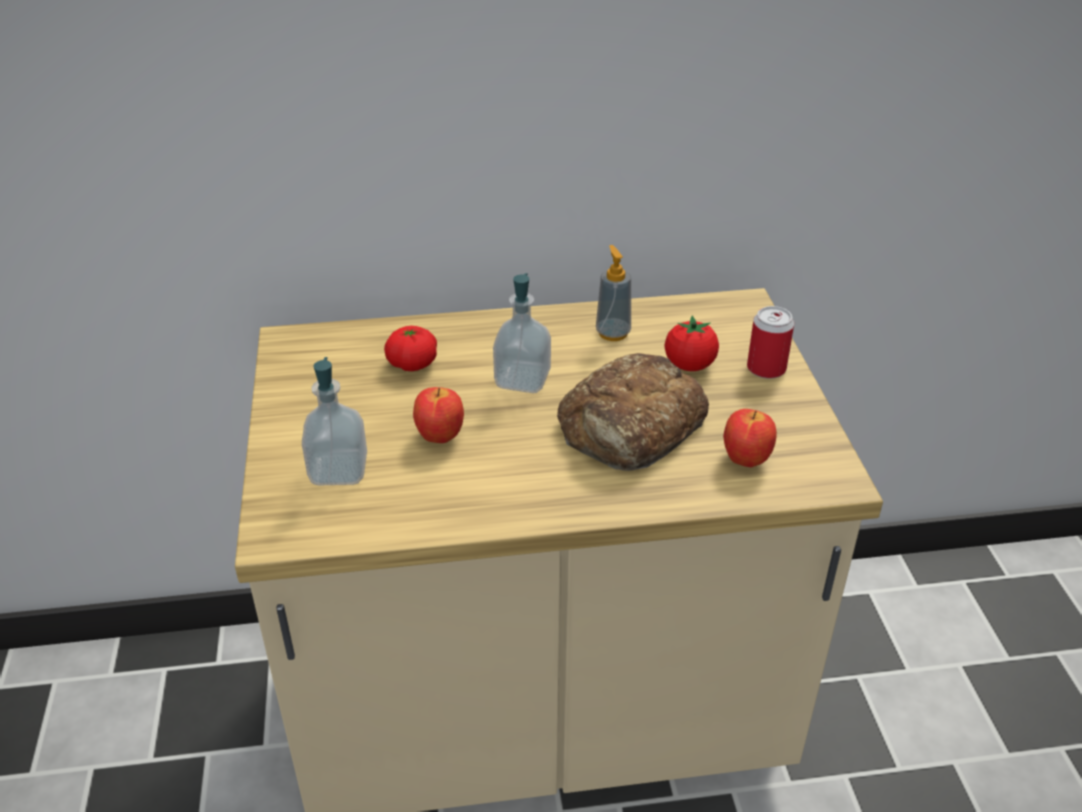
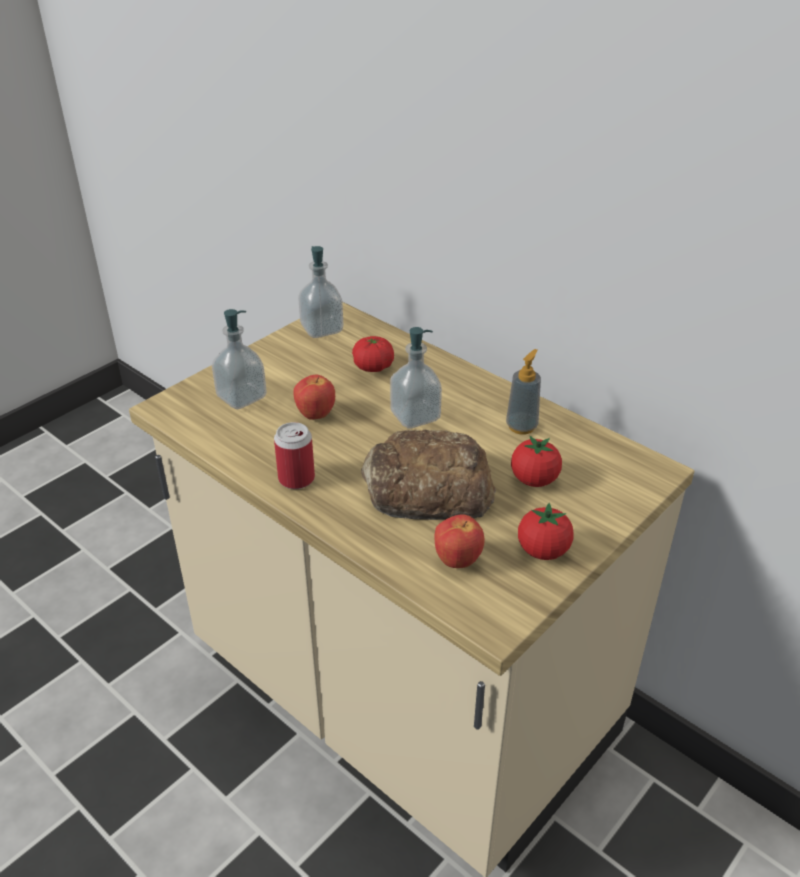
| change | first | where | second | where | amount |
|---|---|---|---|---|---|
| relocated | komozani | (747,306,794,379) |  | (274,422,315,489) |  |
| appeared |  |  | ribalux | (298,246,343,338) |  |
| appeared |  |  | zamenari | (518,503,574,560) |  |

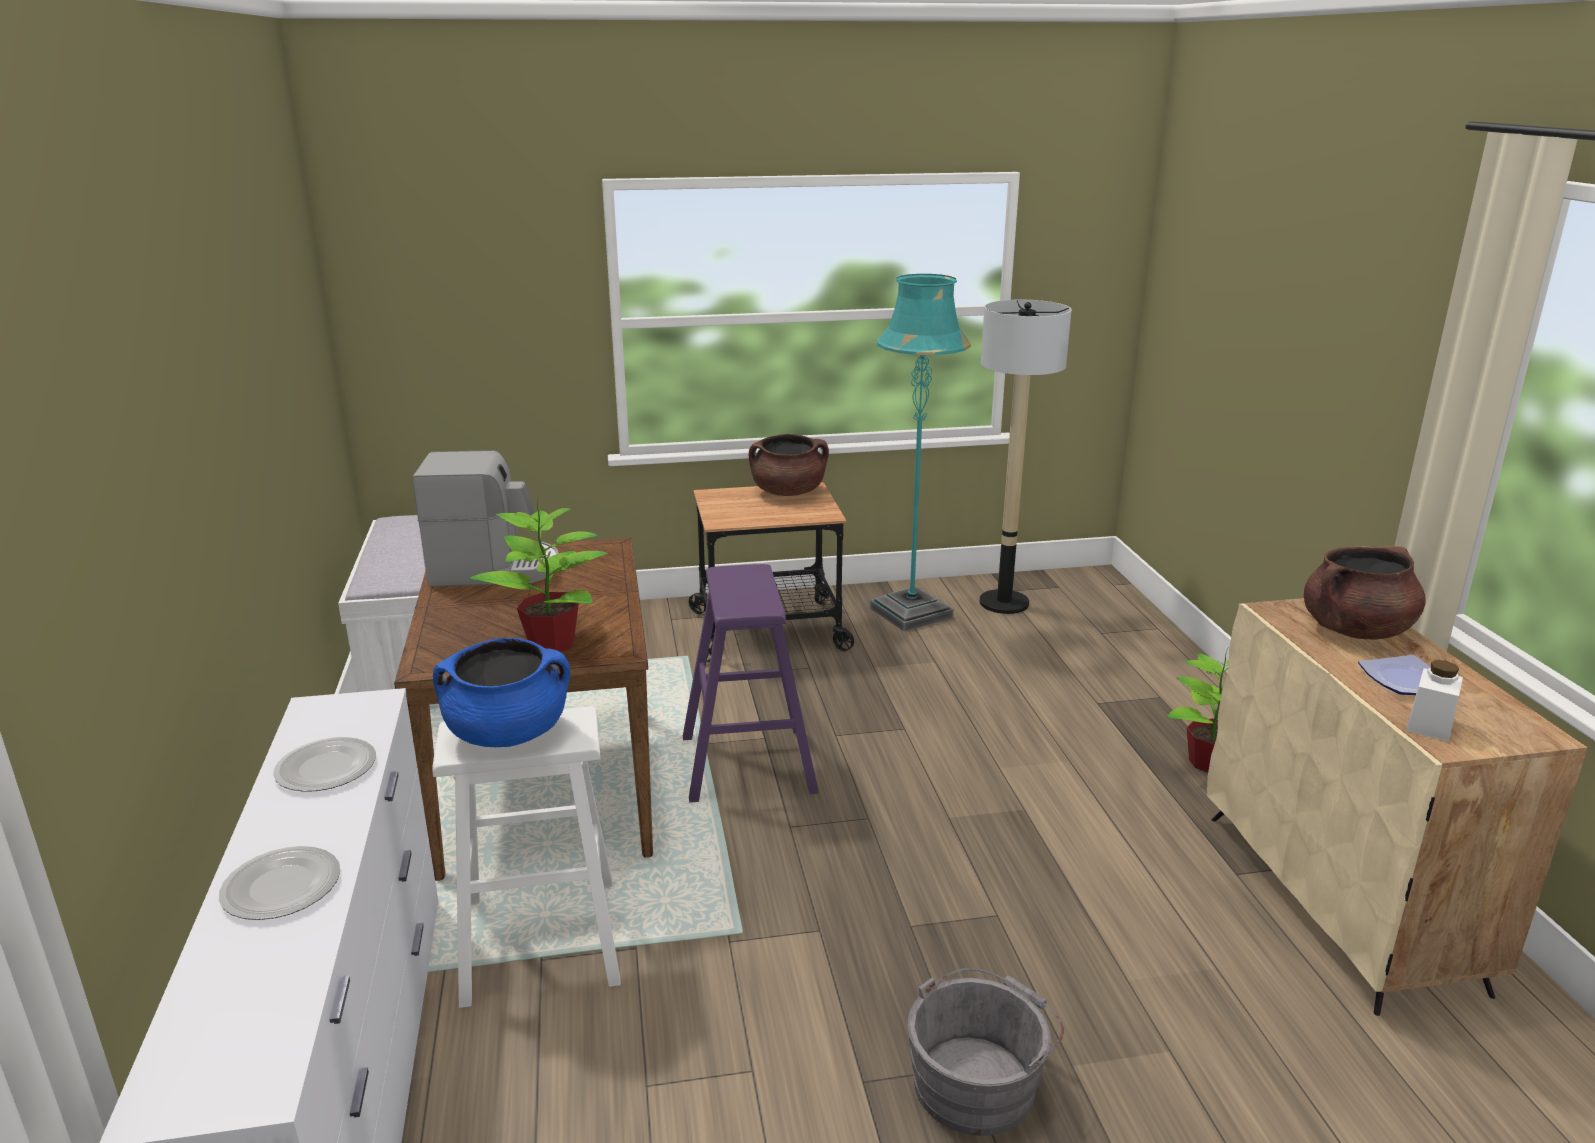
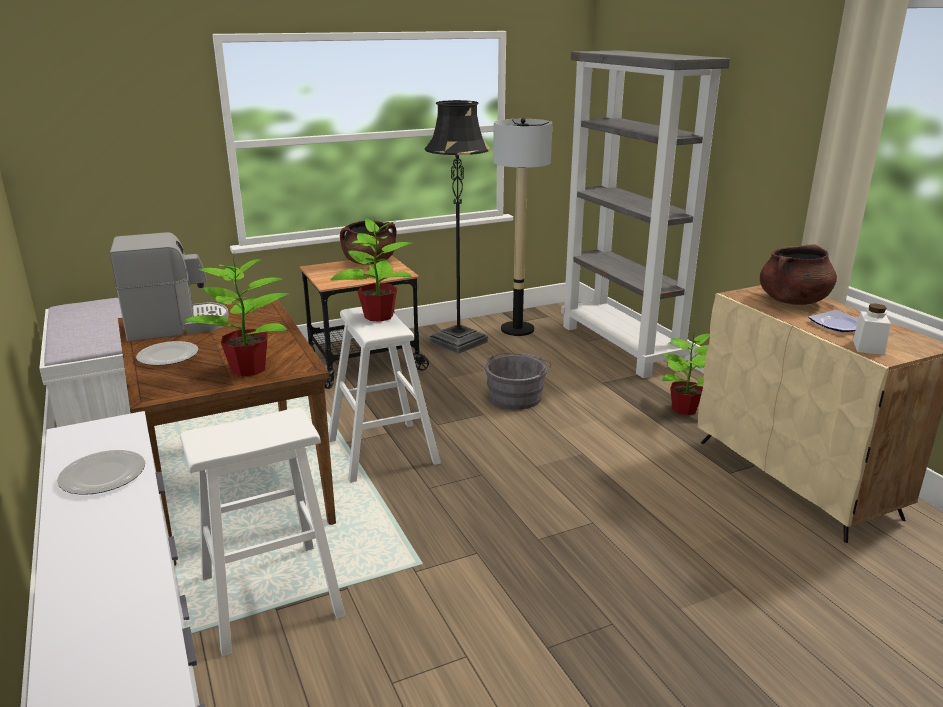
| change | first | where | second | where | amount |
|---|---|---|---|---|---|
| relocated | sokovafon | (219,846,340,920) |  | (136,341,198,366) |  |
| colour | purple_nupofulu | (683,564,819,803) | white_nupofulu | (329,307,441,483) |  |
| appeared |  |  | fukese | (330,216,412,322) |  |
| colour | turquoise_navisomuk | (870,274,971,632) | black_navisomuk | (425,100,491,354) |  |
| relocated | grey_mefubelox | (907,968,1064,1136) |  | (485,352,551,410) |  |
| appeared |  |  | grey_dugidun | (561,50,730,378) |  |
| missing | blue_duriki | (433,637,570,747) |  |  |  |

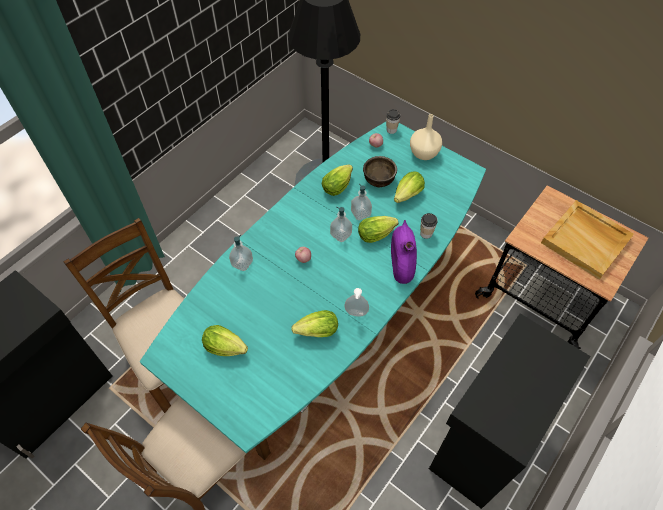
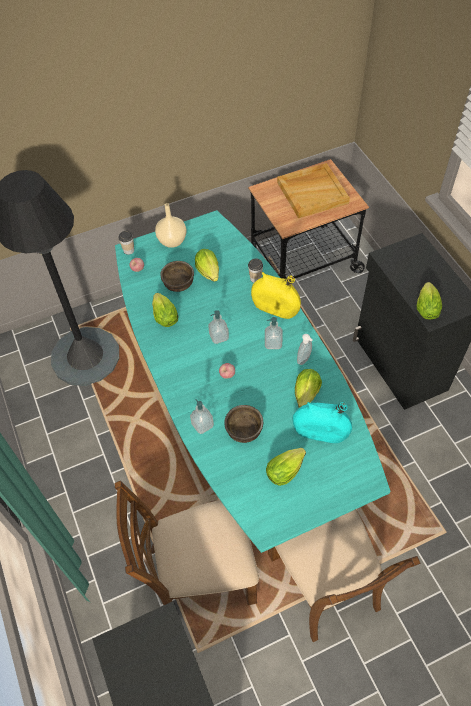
| change | first | where | second | where | amount |
|---|---|---|---|---|---|
| appeared |  |  | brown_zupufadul | (224,405,263,443) |  |
| colour | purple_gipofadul | (391,220,417,284) | yellow_gipofadul | (251,272,301,319) |  |
| relocated | ribalux | (351,184,372,220) |  | (265,317,283,349) |  |
| appeared |  |  | turquoise_gipofadul | (293,402,352,443) |  |
| relocated | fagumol | (358,216,399,243) |  | (417,282,442,320) |  |

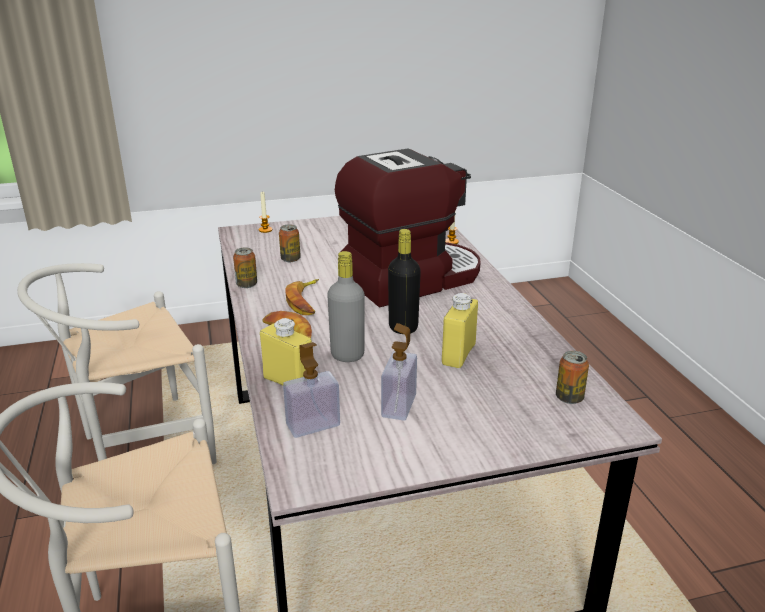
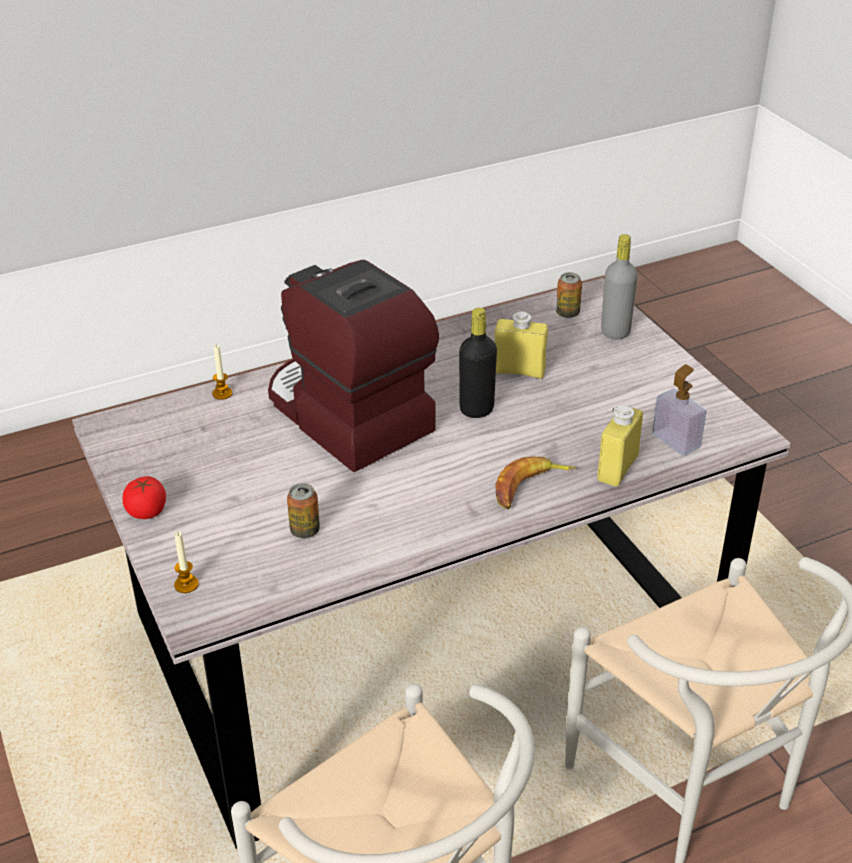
| change | first | where | second | where | amount |
|---|---|---|---|---|---|
| appeared |  |  | zamenari | (122,476,166,519) |  |
| relocated | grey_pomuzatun | (327,251,365,362) |  | (601,234,638,340) |  |
| missing | komozani | (233,247,257,288) |  |  |  |
| missing | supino | (285,279,319,315) |  |  |  |
| missing | ribalux | (381,323,417,421) |  |  |  |

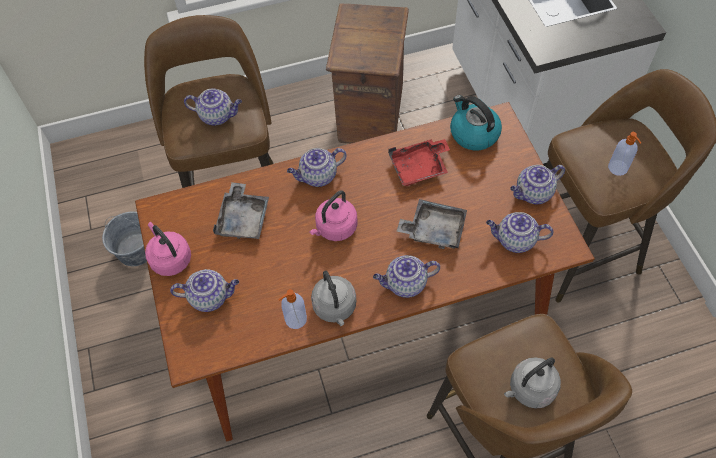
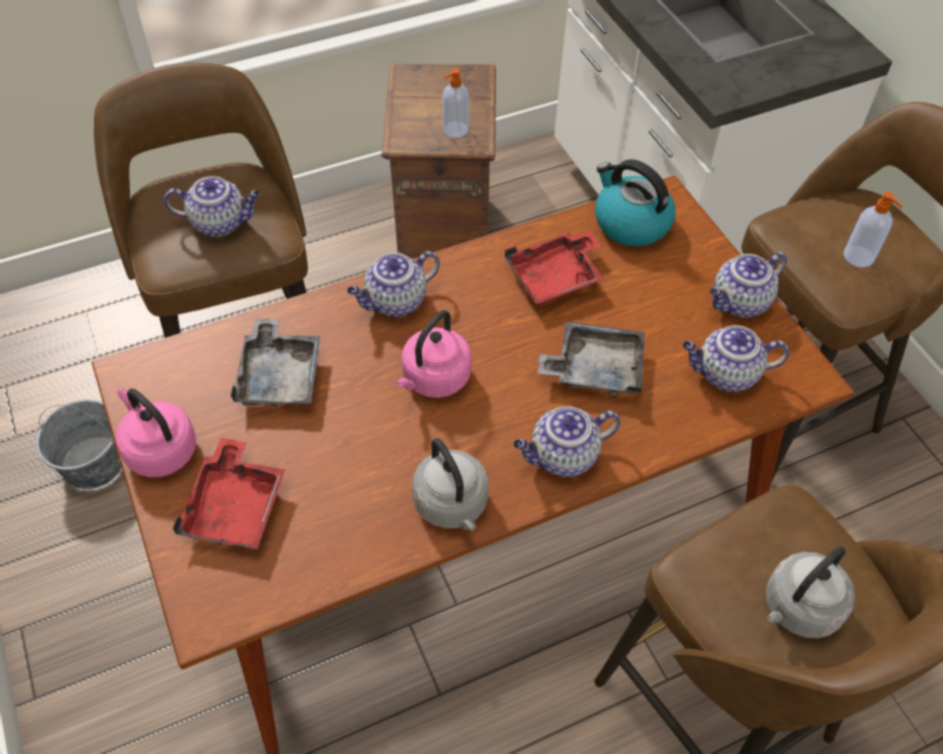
| change | first | where | second | where | amount |
|---|---|---|---|---|---|
| exchanged | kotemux | (170,269,239,312) | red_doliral | (172,438,285,549) |  |
| relocated | ribalux | (278,289,307,329) |  | (443,68,469,138) |  |

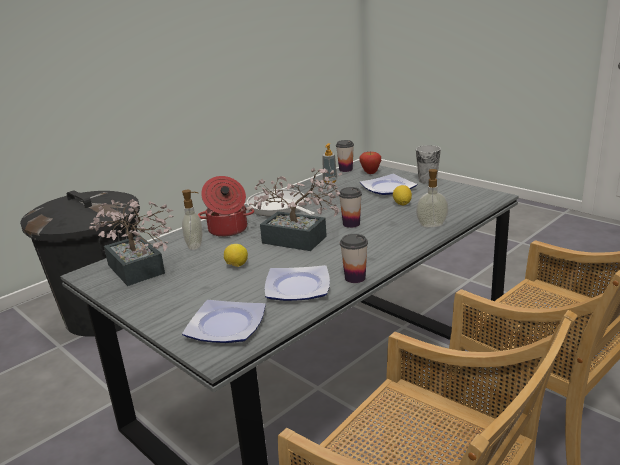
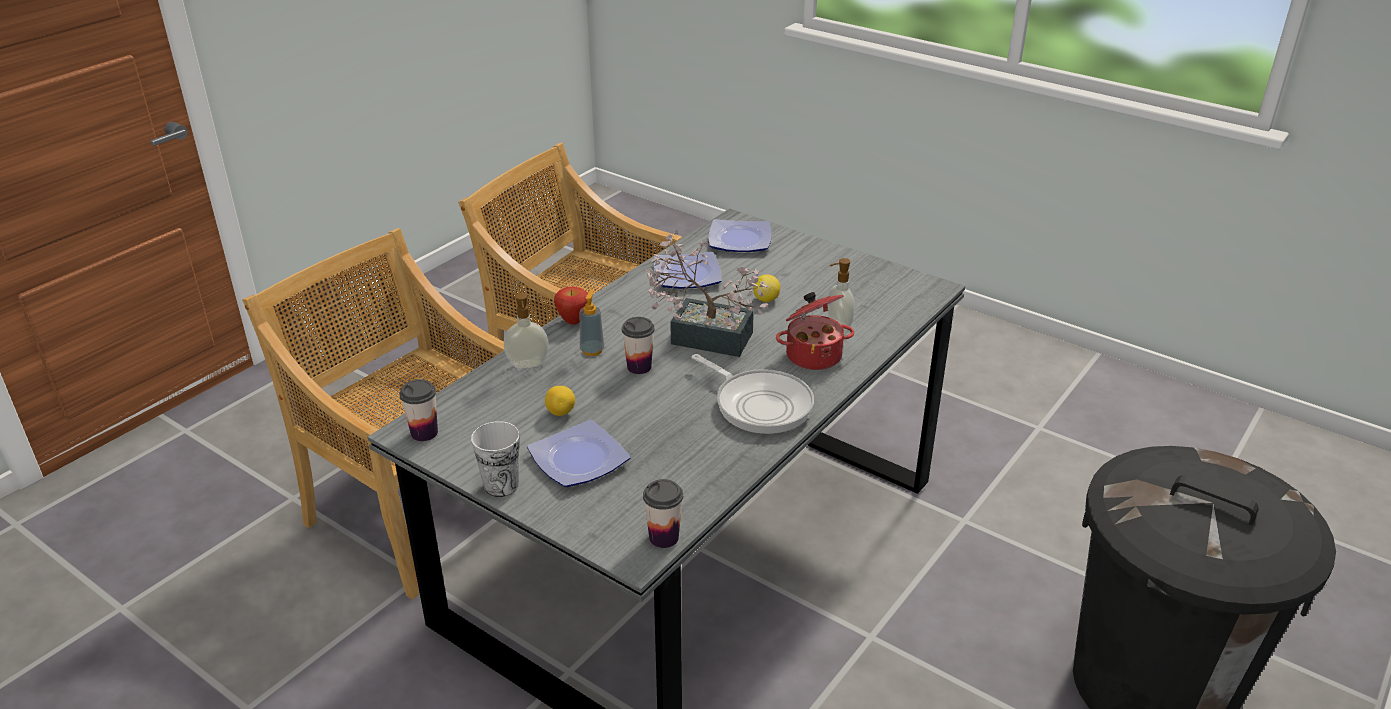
| change | first | where | second | where | amount |
|---|---|---|---|---|---|
| relocated | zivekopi | (340,234,368,283) |  | (399,379,438,441) |  |
| relocated | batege | (359,151,381,174) |  | (554,287,588,325) |  |
| relocated | ribalux | (323,143,337,183) |  | (580,289,604,356) |  |
| missing | fukese | (89,199,173,286) |  |  |  |

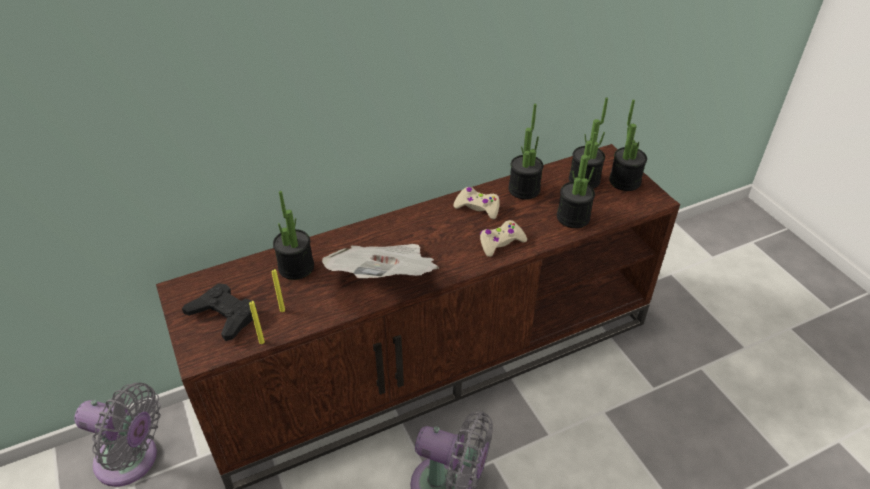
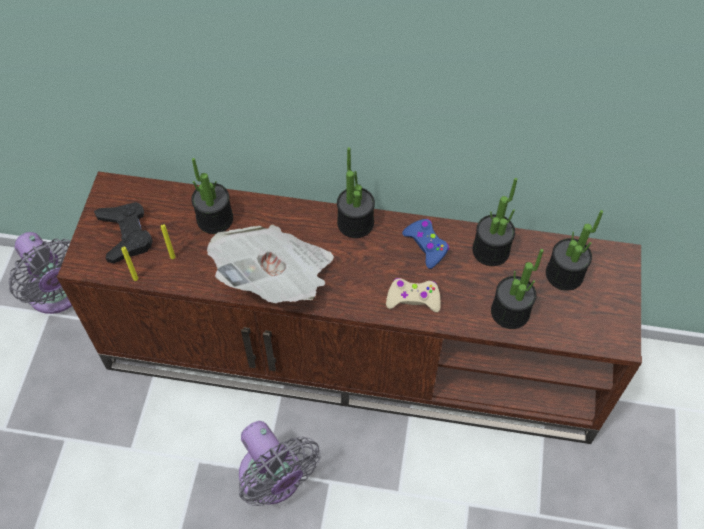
| change | first | where | second | where | amount |
|---|---|---|---|---|---|
| relocated | fukese | (609,100,647,191) |  | (337,147,375,238) |  |
| colour | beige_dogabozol | (454,187,500,219) | blue_dogabozol | (402,219,449,269) |  |

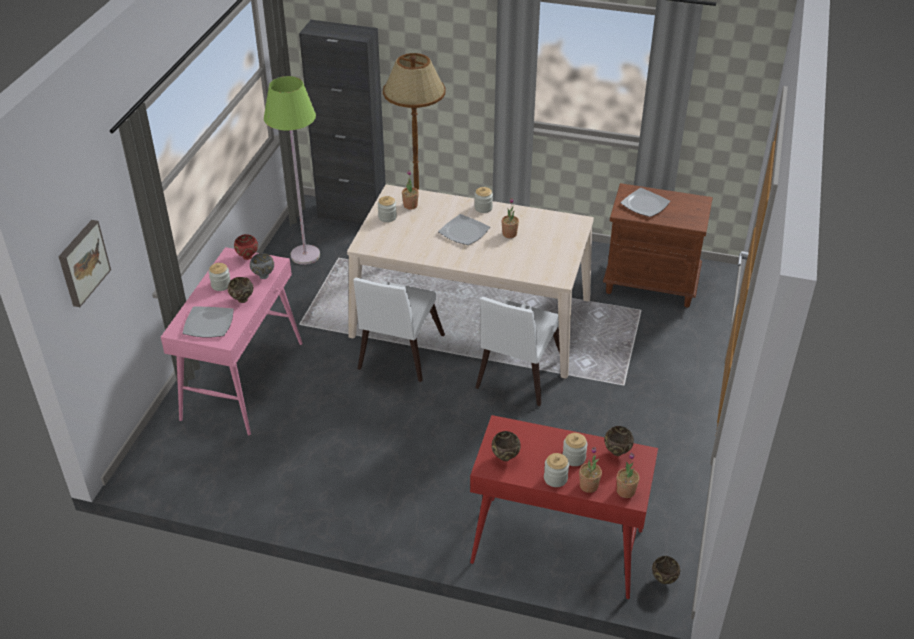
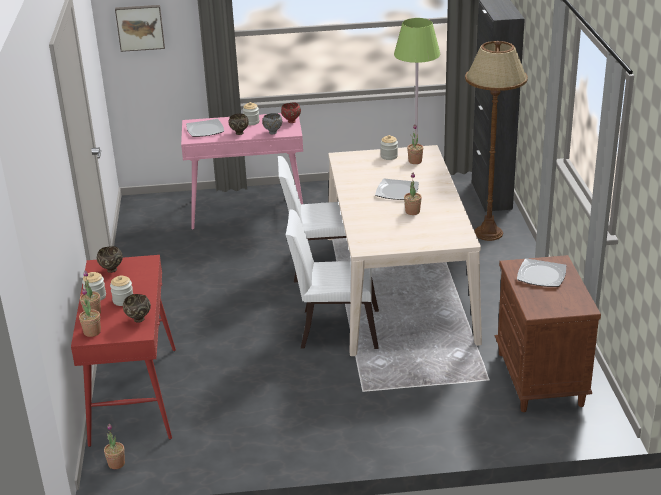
| change | first | where | second | where | amount |
|---|---|---|---|---|---|
| exchanged | brown_zupufadul | (652,556,680,584) | fukese | (104,424,125,469) |  |
| missing | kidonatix | (474,187,493,213) |  |  |  |

